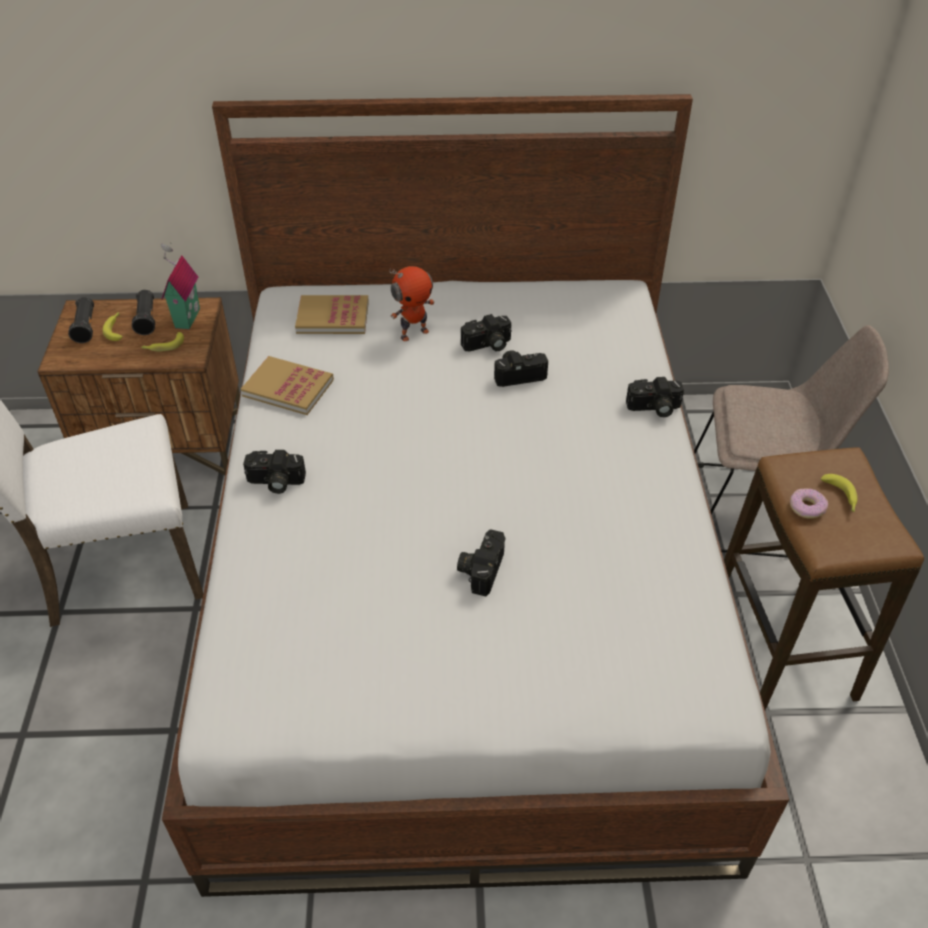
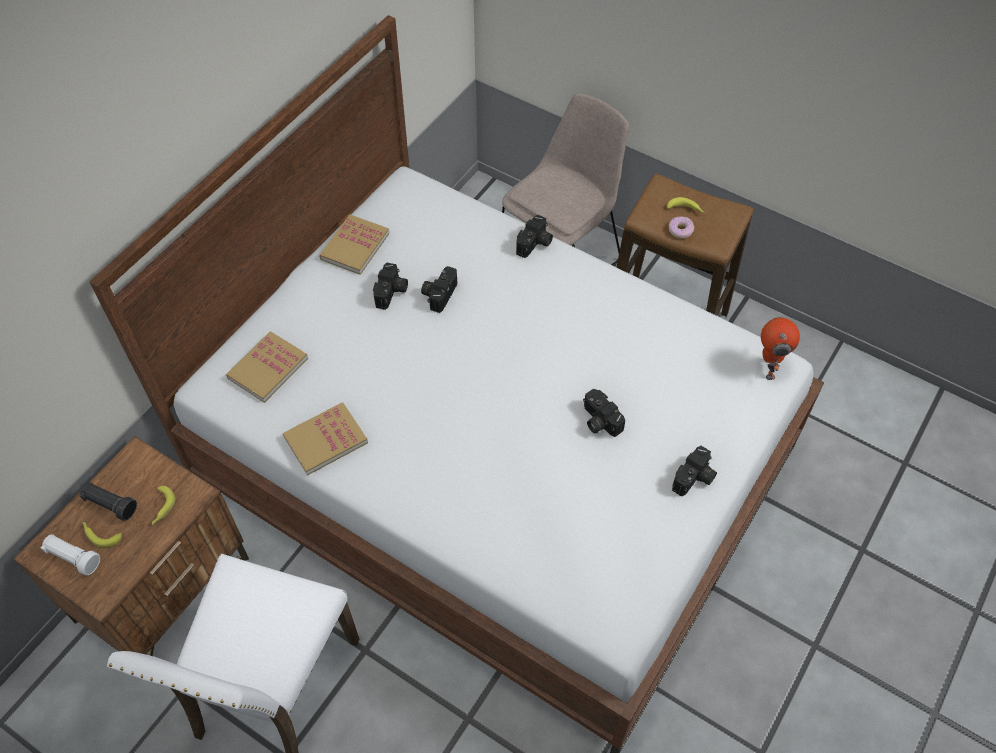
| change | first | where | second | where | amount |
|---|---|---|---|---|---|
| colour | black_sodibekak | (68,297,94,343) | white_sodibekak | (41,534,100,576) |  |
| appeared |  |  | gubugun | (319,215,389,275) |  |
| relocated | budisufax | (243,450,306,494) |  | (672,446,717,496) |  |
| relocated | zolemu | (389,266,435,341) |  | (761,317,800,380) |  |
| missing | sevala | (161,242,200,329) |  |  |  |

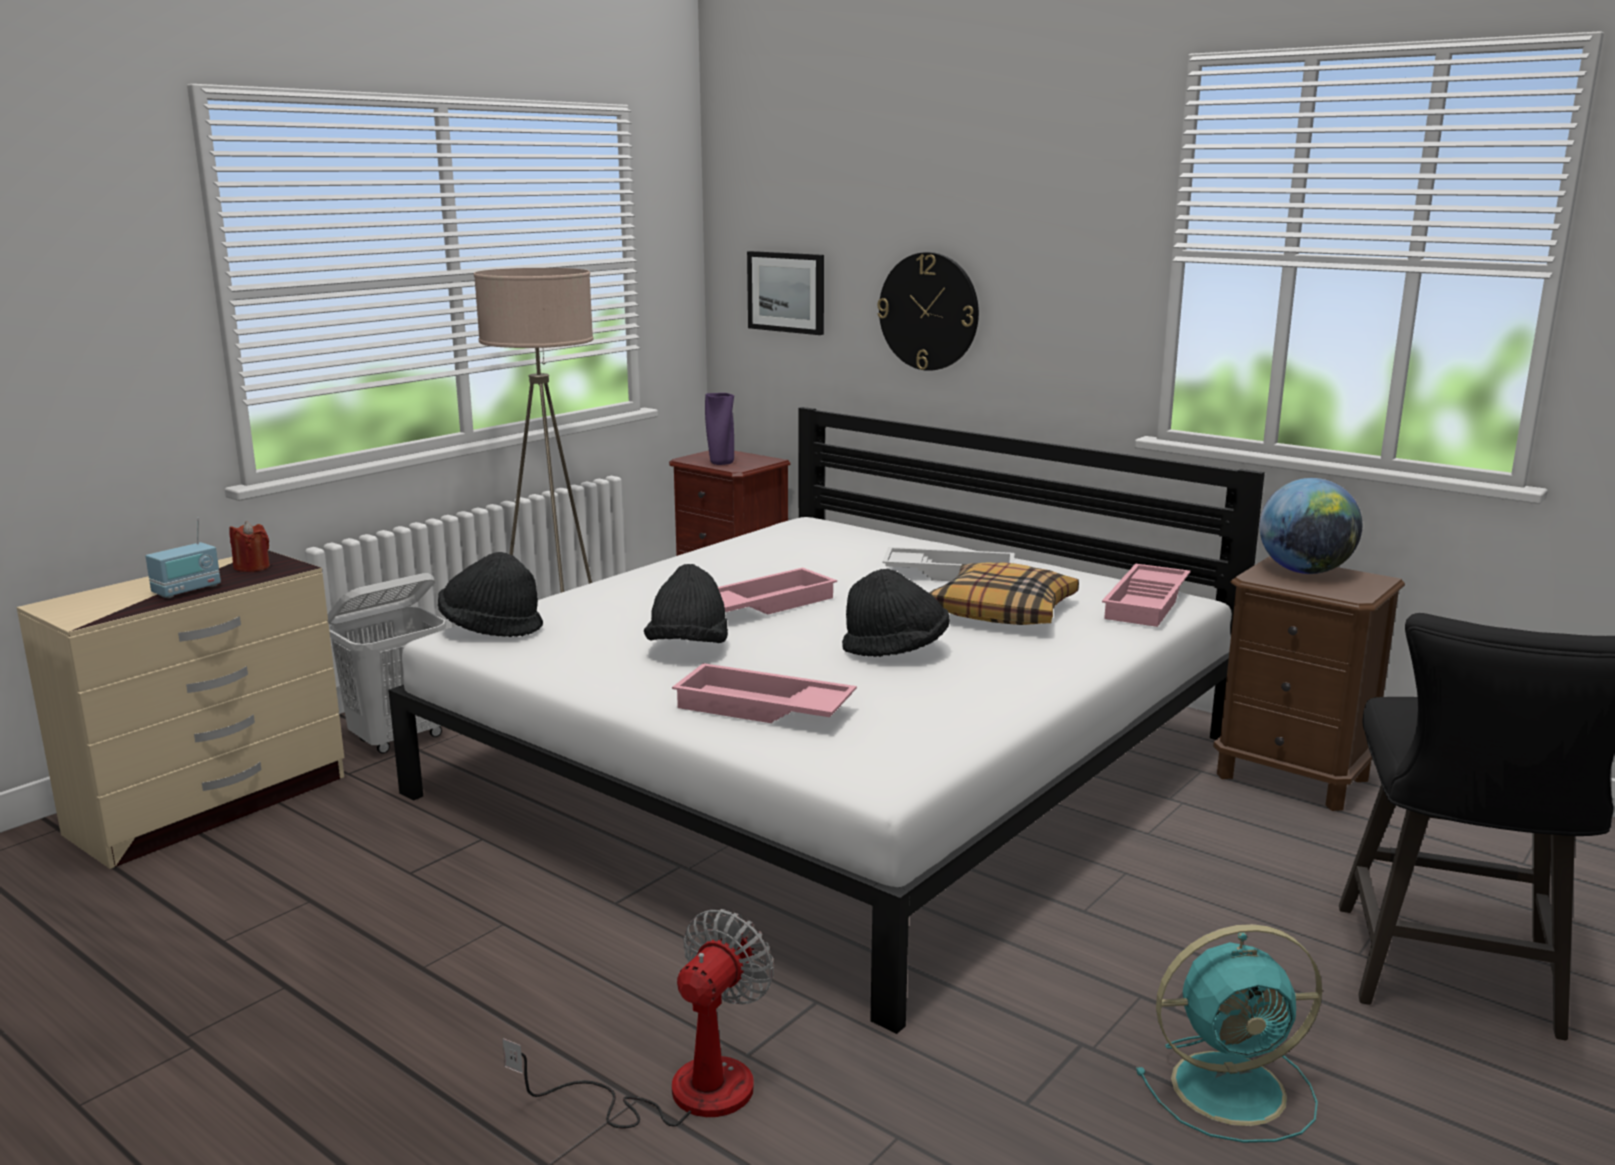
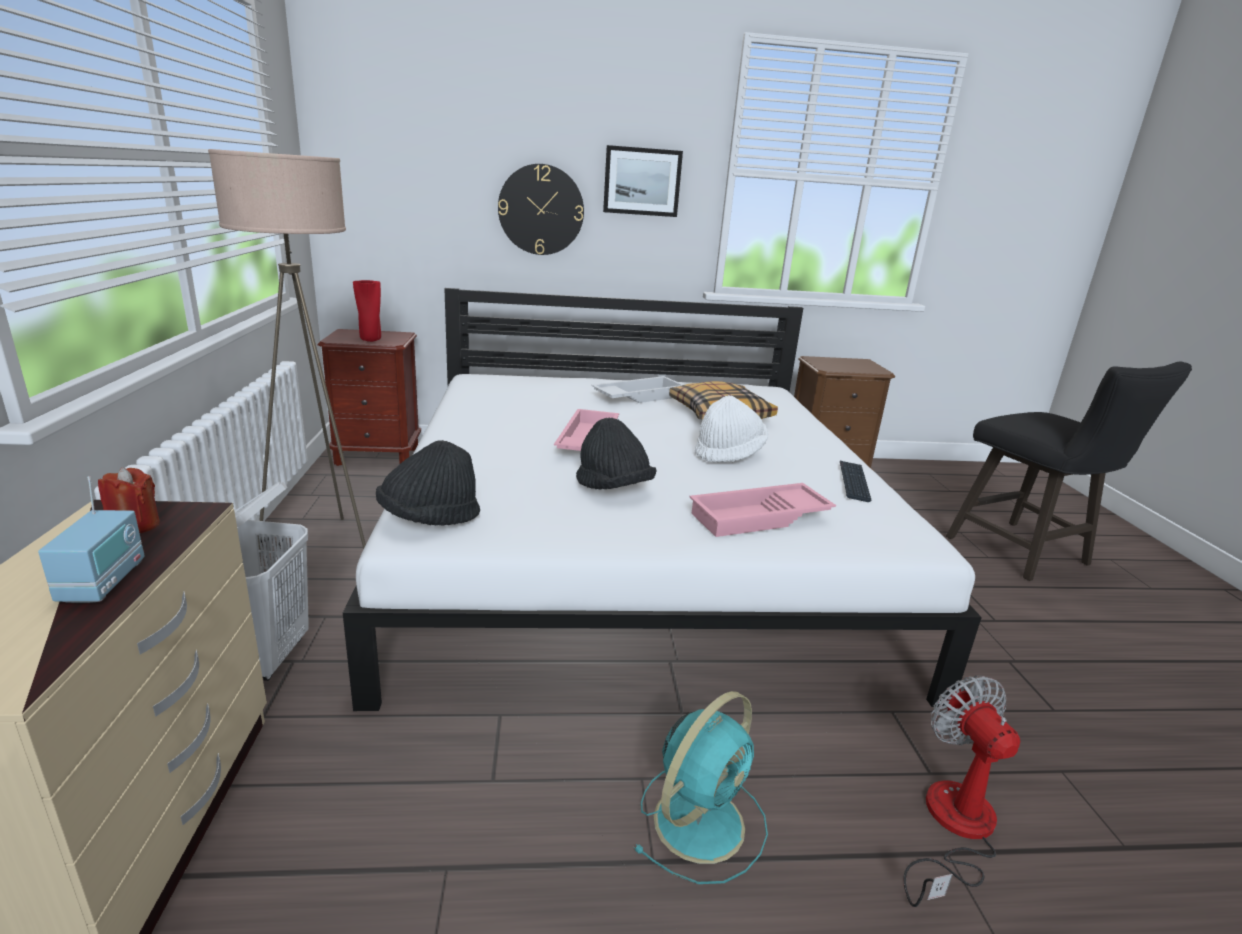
| change | first | where | second | where | amount |
|---|---|---|---|---|---|
| colour | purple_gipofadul | (705,393,734,465) | red_gipofadul | (353,280,381,342) |  |
| relocated | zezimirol | (747,251,824,335) |  | (603,145,683,217) |  |
| relocated | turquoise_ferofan | (1136,924,1322,1143) |  | (633,691,768,884) |  |
| colour | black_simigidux | (842,569,950,657) | white_simigidux | (695,395,768,462) |  |
| appeared |  |  | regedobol | (840,461,872,502) |  |
| missing | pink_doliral | (1102,564,1191,627) |  |  |  |
| missing | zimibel | (1260,478,1362,574) |  |  |  |

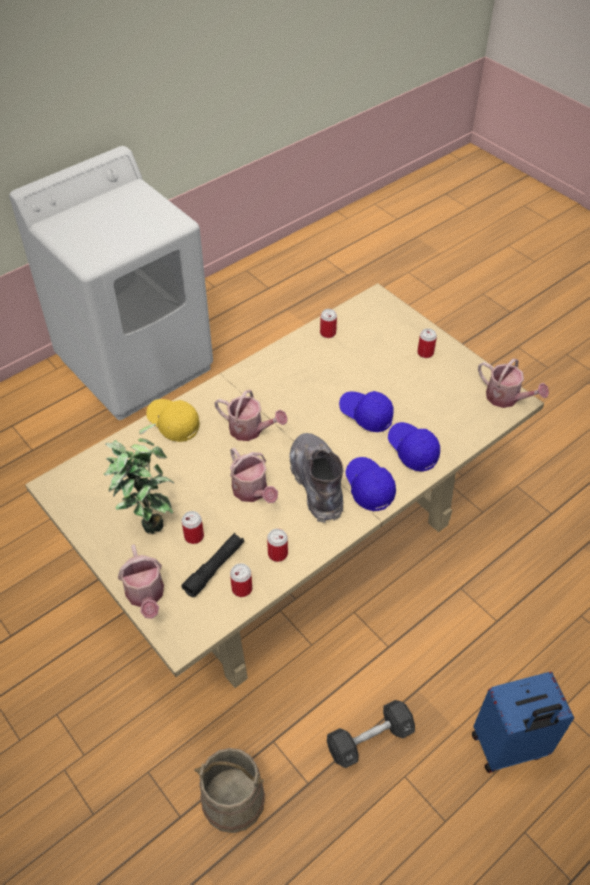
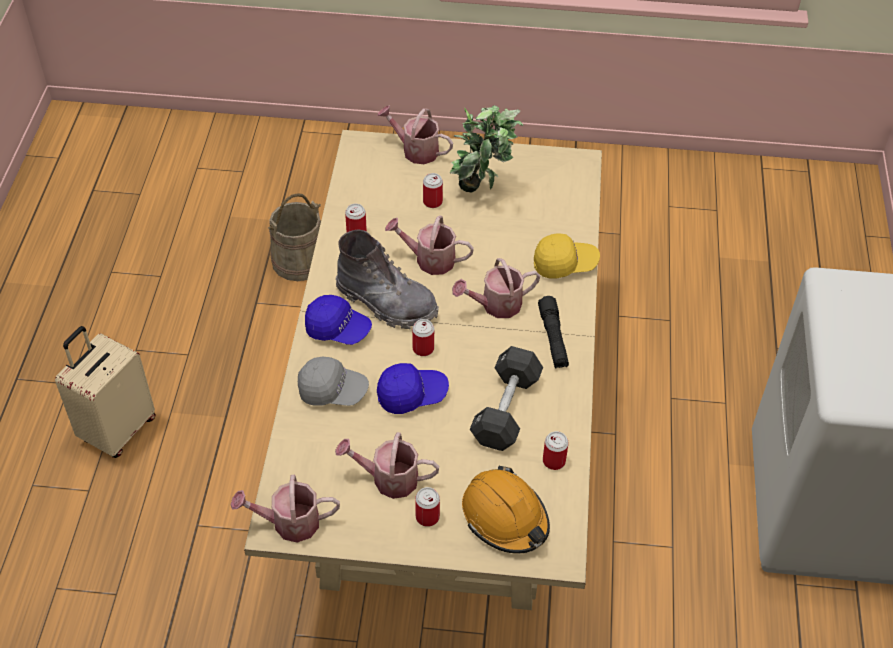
| change | first | where | second | where | amount |
|---|---|---|---|---|---|
| colour | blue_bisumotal | (472,672,574,773) | beige_bisumotal | (55,326,155,458) |  |
| colour | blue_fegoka | (388,422,440,472) | grey_fegoka | (298,357,369,406) |  |
| appeared |  |  | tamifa | (335,432,439,499) |  |
| relocated | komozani | (230,563,252,597) |  | (412,319,434,356) |  |
| appeared |  |  | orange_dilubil | (462,466,550,554) |  |
| relocated | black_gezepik | (327,700,415,768) |  | (470,346,543,451) |  |
| relocated | black_sodibekak | (181,533,244,597) |  | (538,296,569,368) |  |

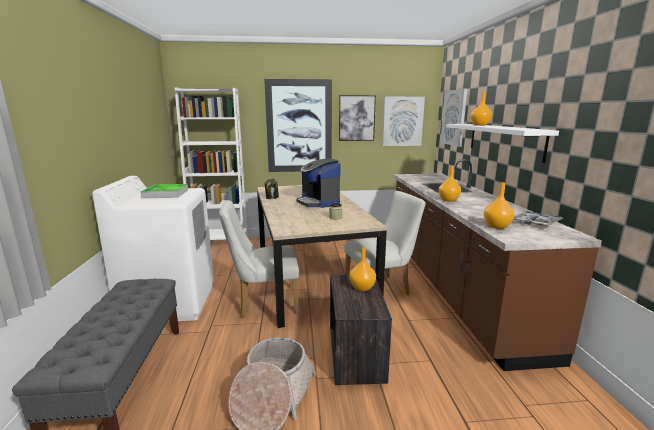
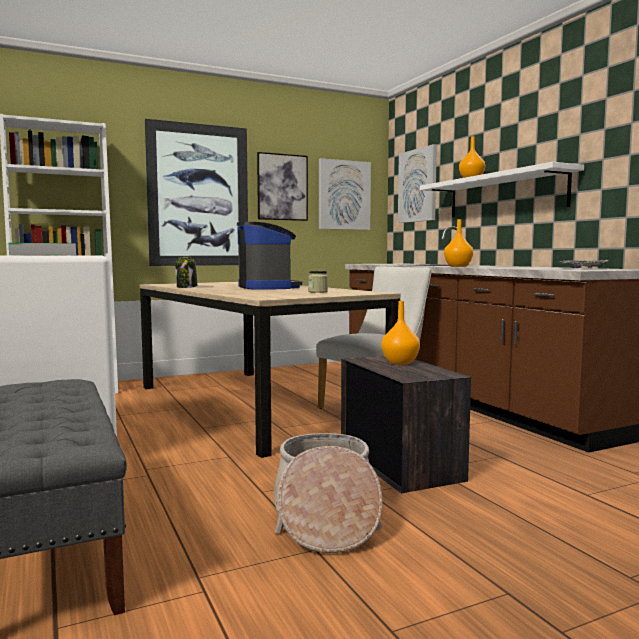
| change | first | where | second | where | amount |
|---|---|---|---|---|---|
| spun | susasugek | (296,159,341,208) |  | (237,222,302,290) | 150 degrees counterclockwise |
| missing | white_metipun | (219,201,299,318) |  |  |  |
| missing | orange_gipofadul | (484,182,514,229) |  |  |  |

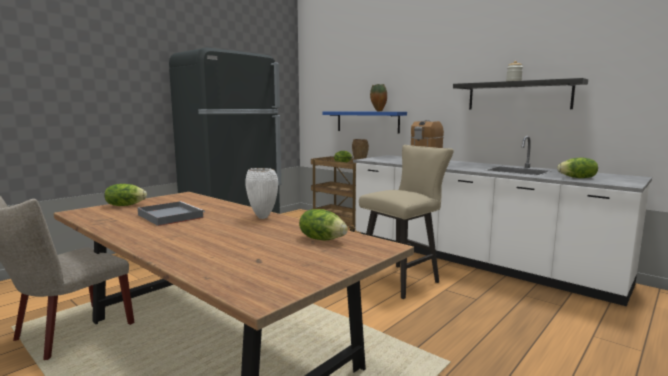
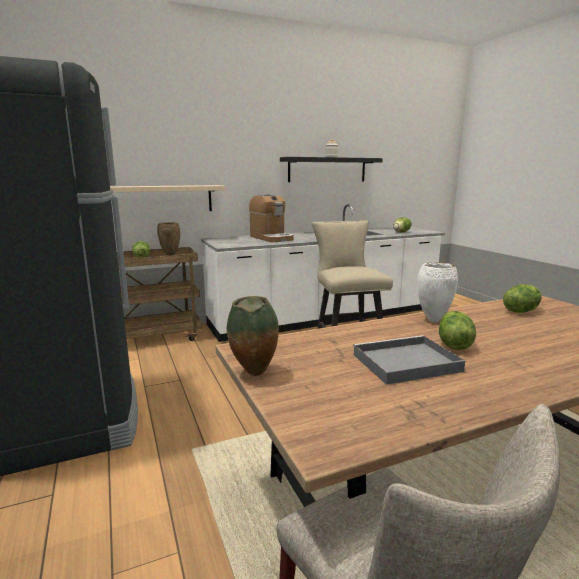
| change | first | where | second | where | amount |
|---|---|---|---|---|---|
| colour | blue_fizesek | (323,112,407,134) | beige_fizesek | (110,185,225,211) |  |
| relocated | gipofadul | (370,84,387,111) |  | (227,296,279,376) |  |
| relocated | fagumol | (104,184,147,206) |  | (439,311,476,350) |  |

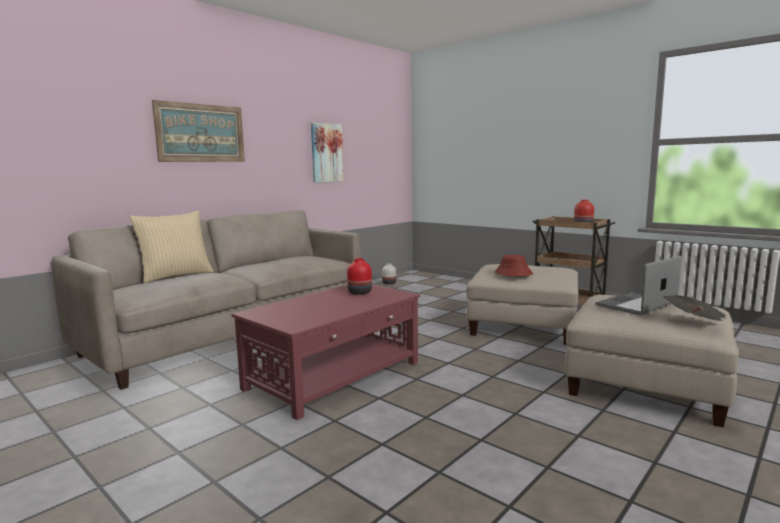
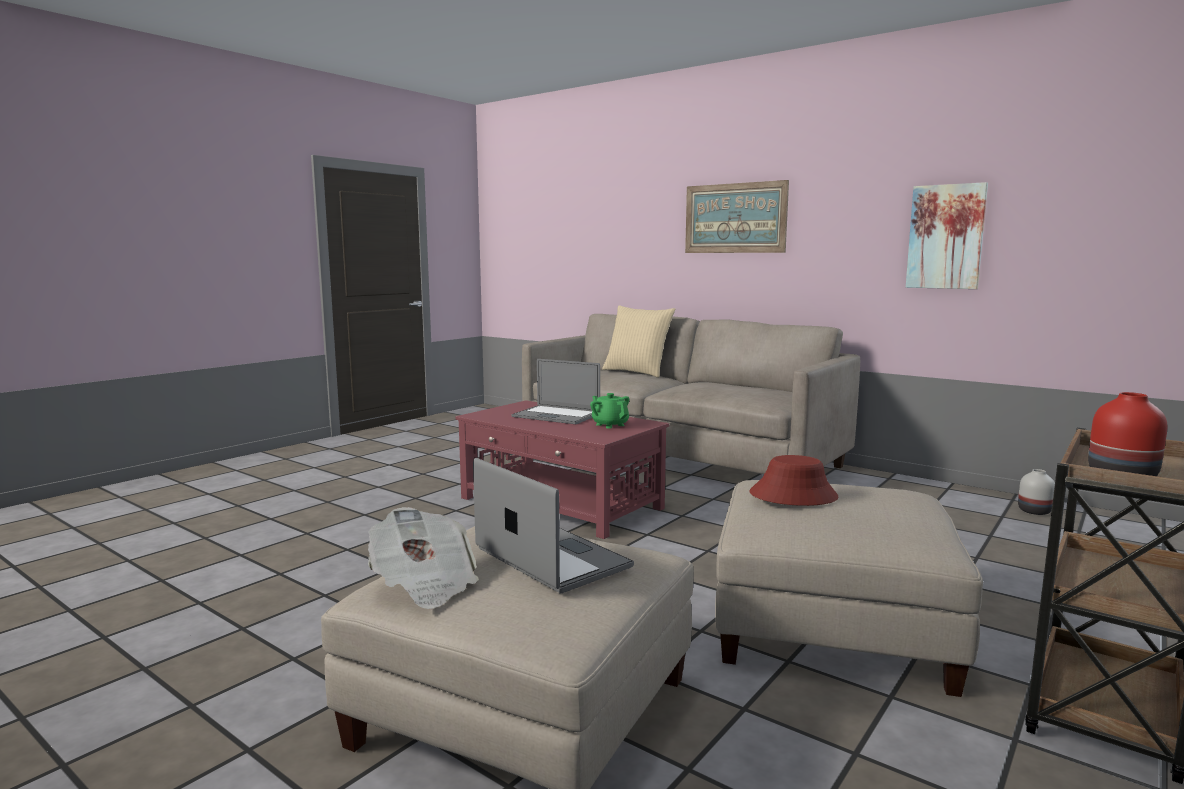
| change | first | where | second | where | amount |
|---|---|---|---|---|---|
| appeared |  |  | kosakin | (512,359,600,424) |  |
| exchanged | red_gipofadul | (347,258,372,295) | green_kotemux | (590,393,629,429) |  |

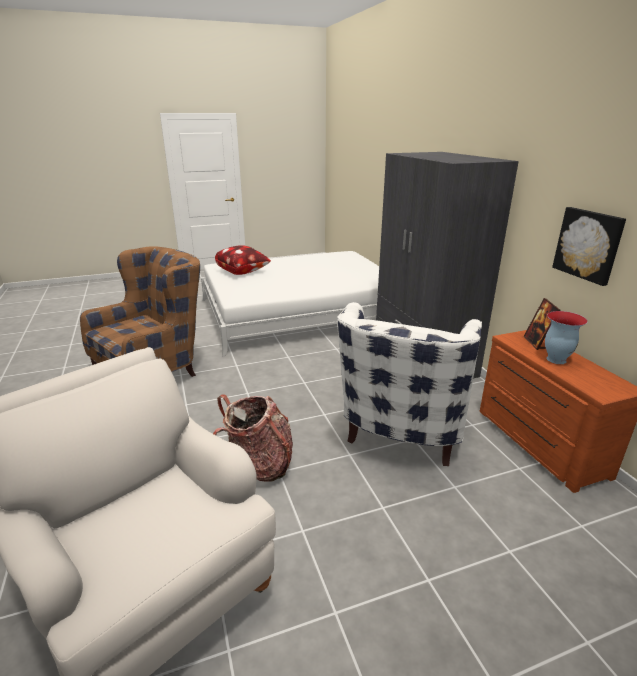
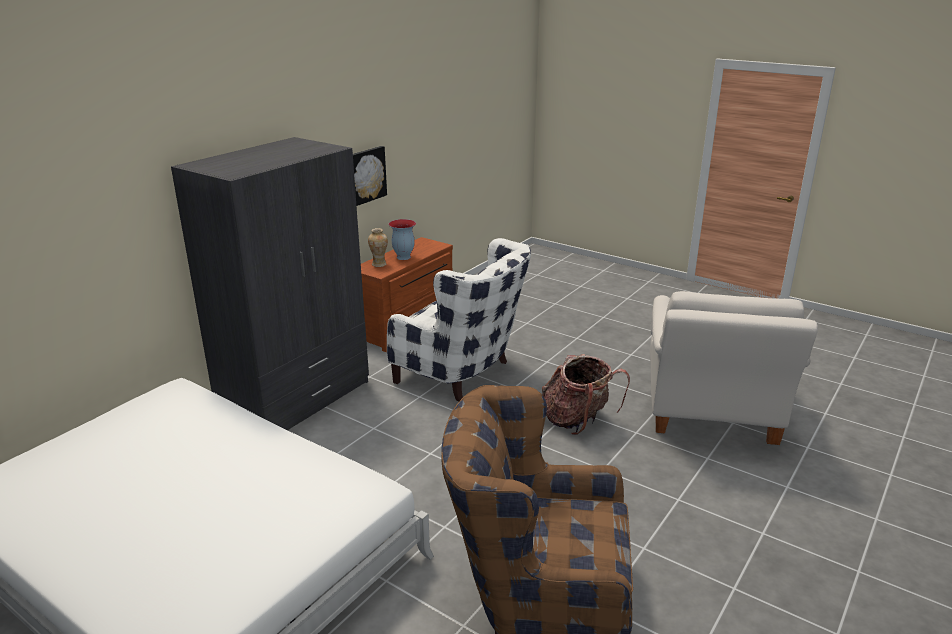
| change | first | where | second | where | amount |
|---|---|---|---|---|---|
| exchanged | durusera | (524,298,560,350) | gipofadul | (368,228,388,267) |  |
| spun | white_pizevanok | (337,302,482,466) |  | (387,238,531,402) | 45 degrees clockwise |
| missing | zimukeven | (215,245,271,275) |  |  |  |

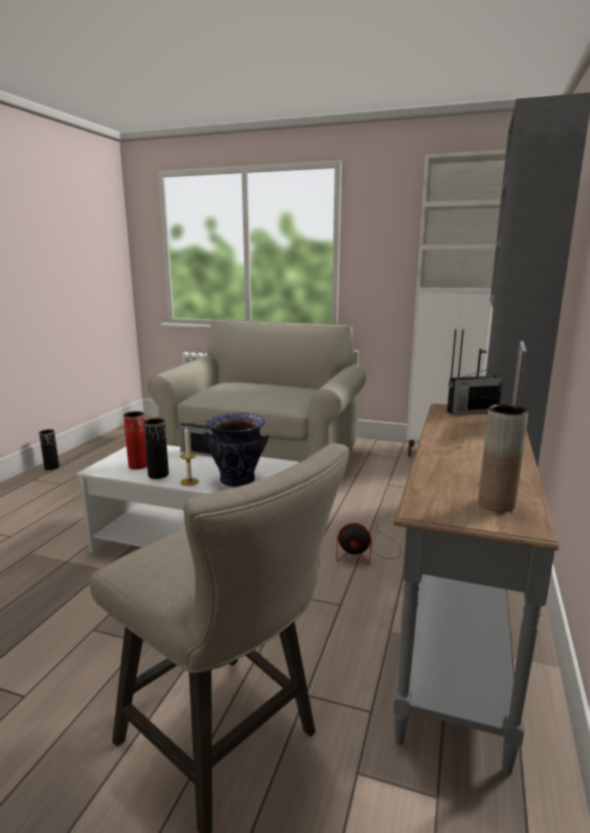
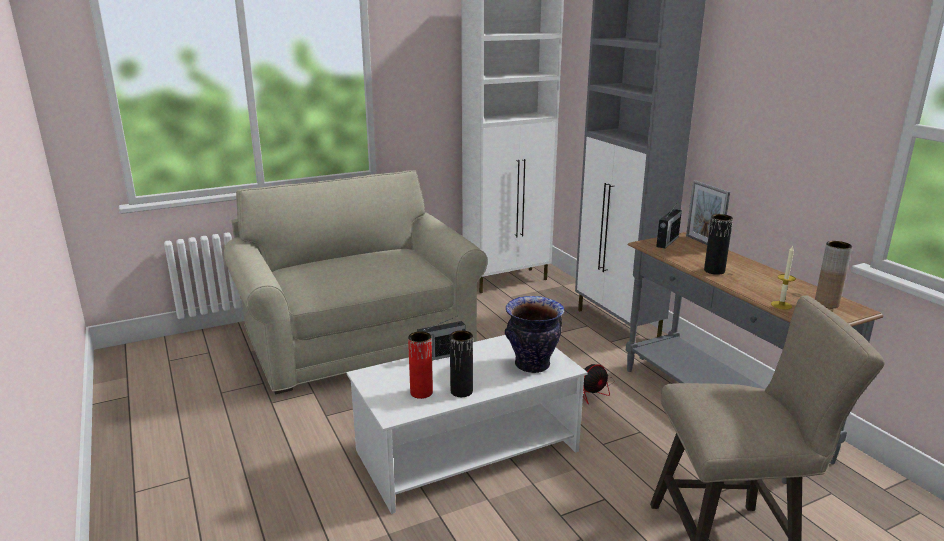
| change | first | where | second | where | amount |
|---|---|---|---|---|---|
| relocated | black_gipofadul | (39,429,59,470) |  | (704,214,733,275) |  |
| relocated | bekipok | (180,427,199,486) |  | (771,245,796,310) |  |

